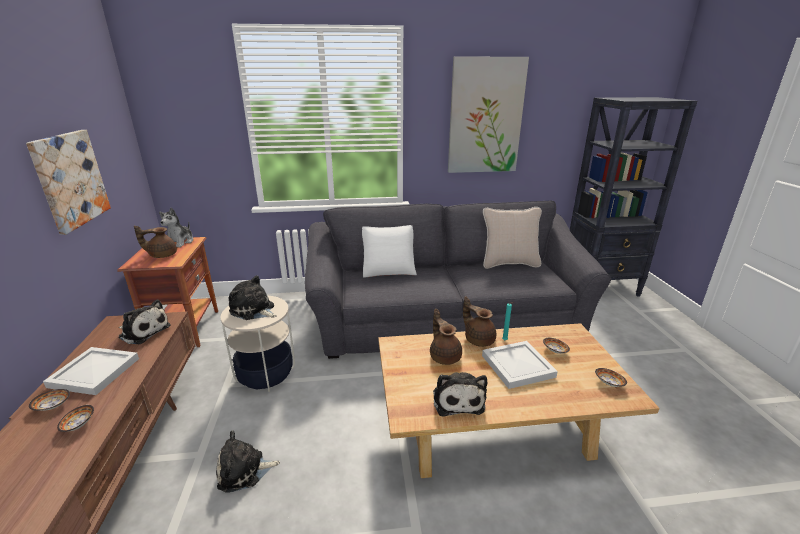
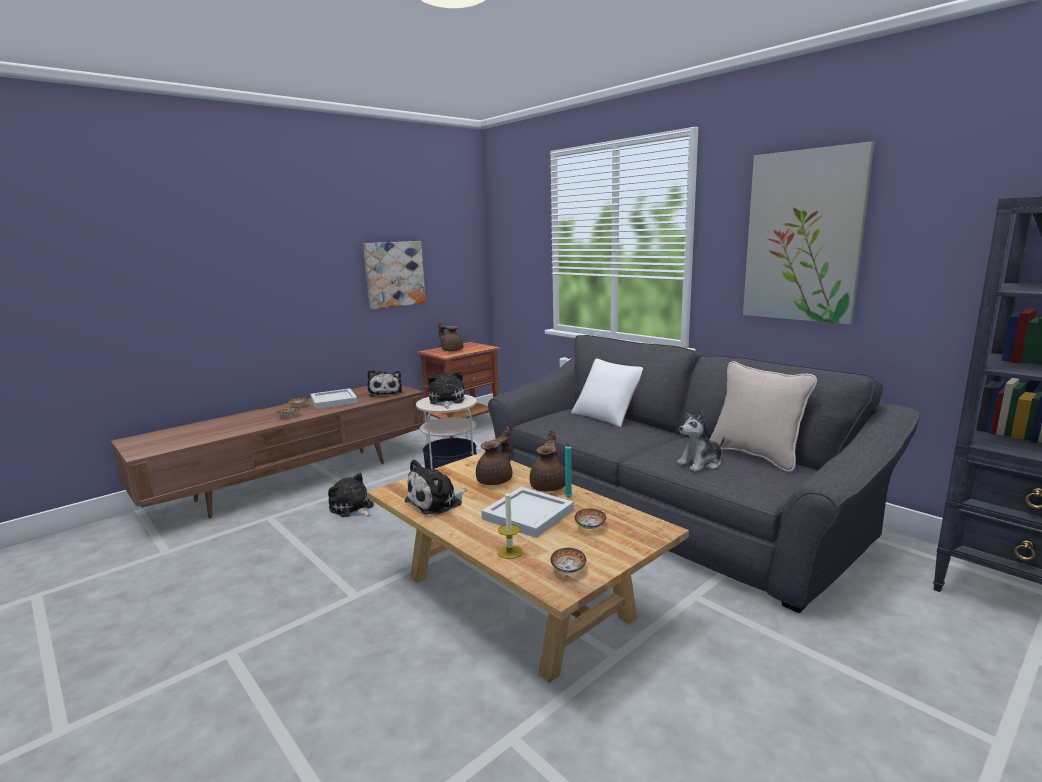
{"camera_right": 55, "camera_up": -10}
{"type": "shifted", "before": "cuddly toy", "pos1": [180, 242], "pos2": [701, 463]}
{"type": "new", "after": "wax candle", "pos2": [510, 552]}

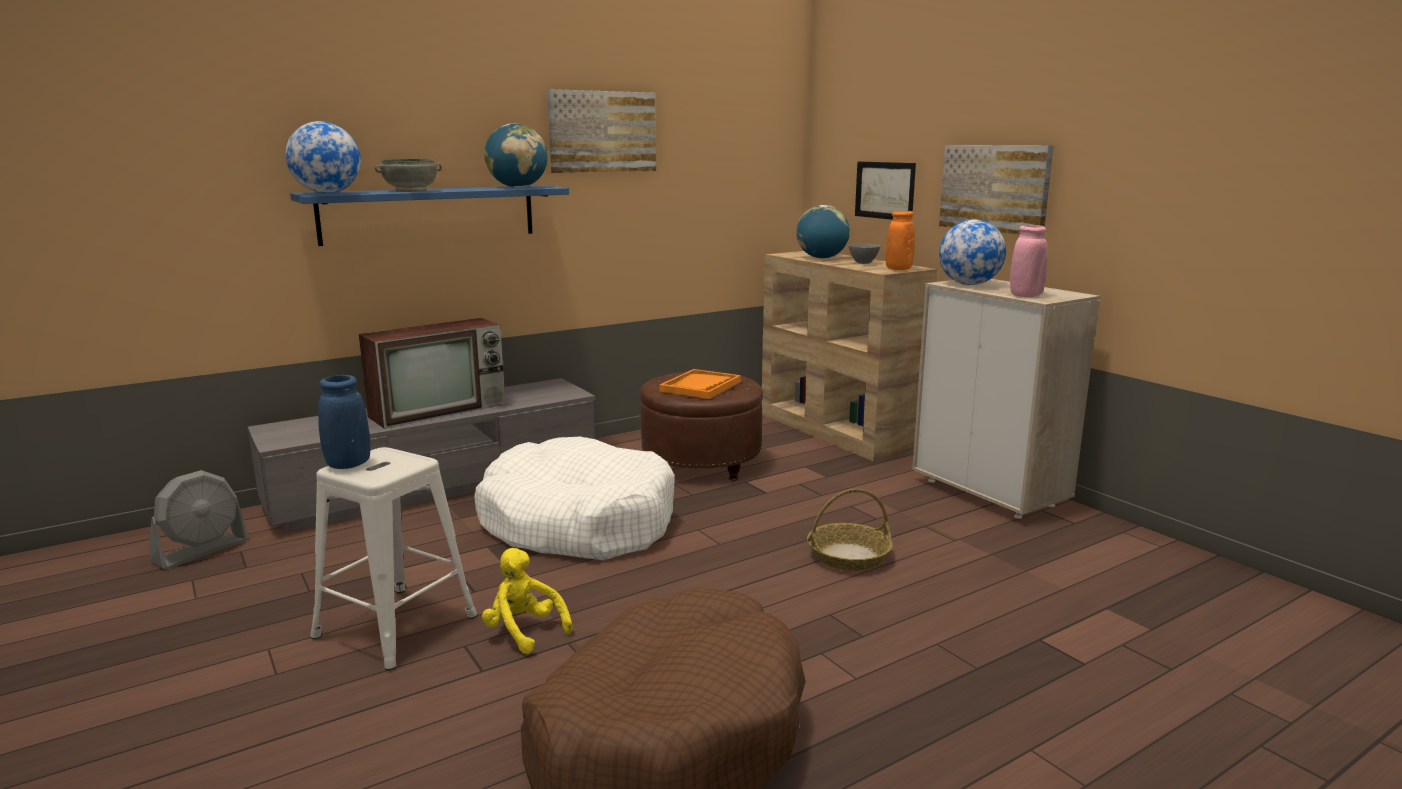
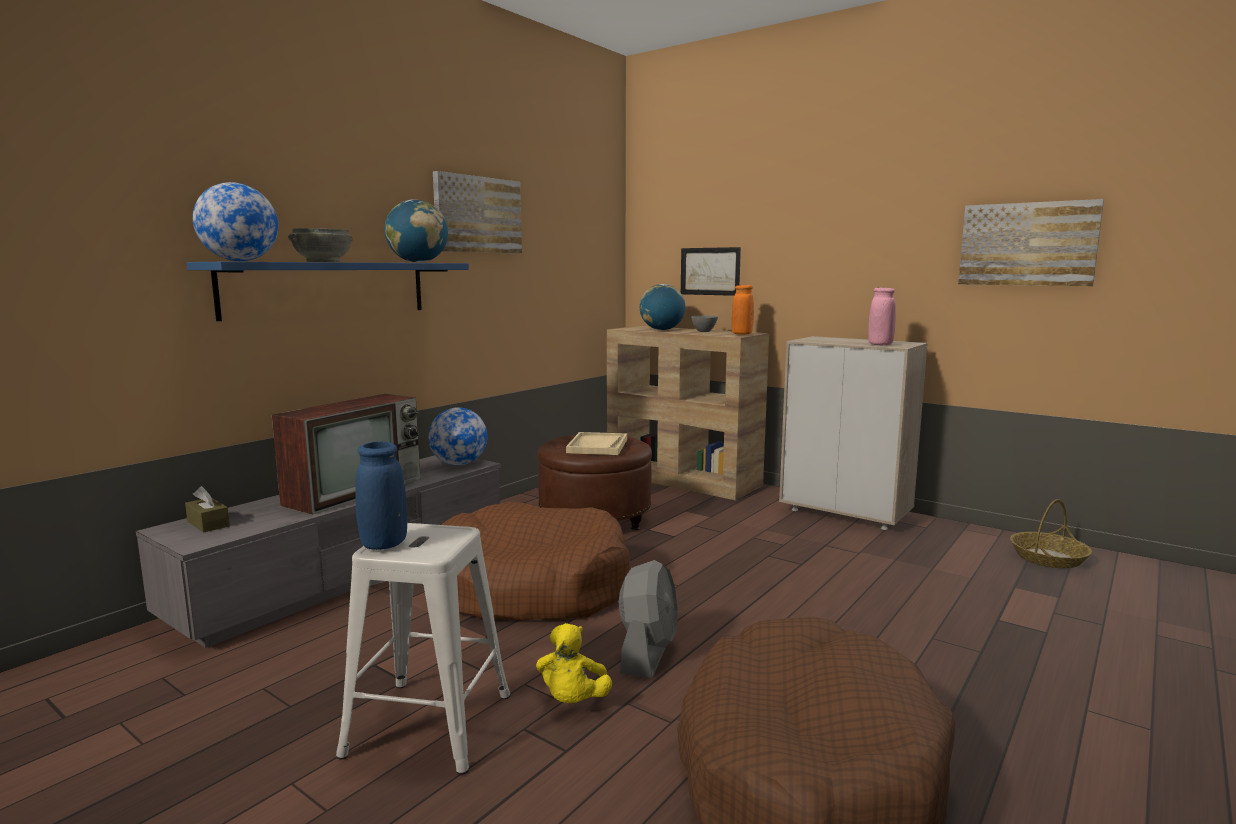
{"camera_right": -20, "camera_up": -5}
{"type": "shifted", "before": "wall art", "pos1": [995, 188], "pos2": [1027, 244]}
{"type": "shifted", "before": "globe", "pos1": [969, 284], "pos2": [459, 464]}
{"type": "repainted", "before": "orange carrying tray", "after": "sand-coloured carrying tray", "pos1": [701, 386], "pos2": [598, 446]}
{"type": "repainted", "before": "white pet bed", "after": "brownish pet bed", "pos1": [578, 523], "pos2": [529, 587]}
{"type": "shifted", "before": "grey cooling fan", "pos1": [201, 551], "pos2": [647, 652]}
{"type": "shifted", "before": "storage basket", "pos1": [849, 556], "pos2": [1048, 558]}
{"type": "rotated", "before": "yellow-coloured cuddly toy", "pos1": [524, 632], "pos2": [573, 701], "turn": -105}
{"type": "new", "after": "brownish tissue holder", "pos2": [208, 524]}

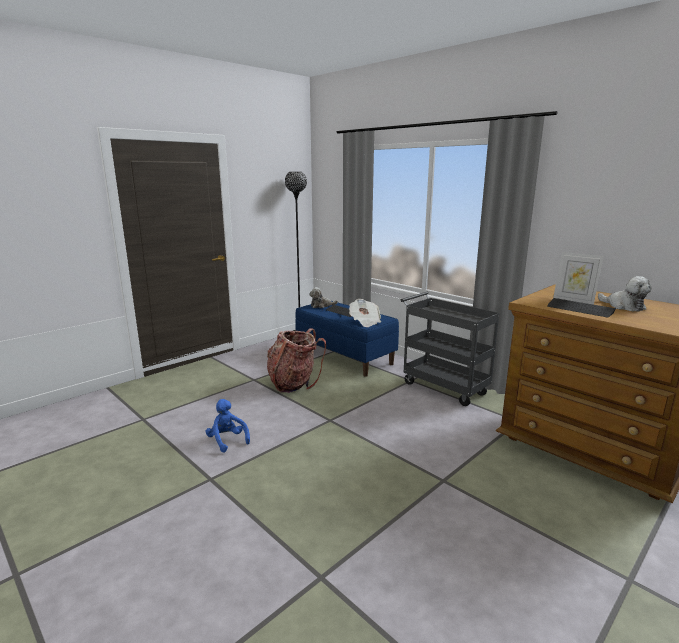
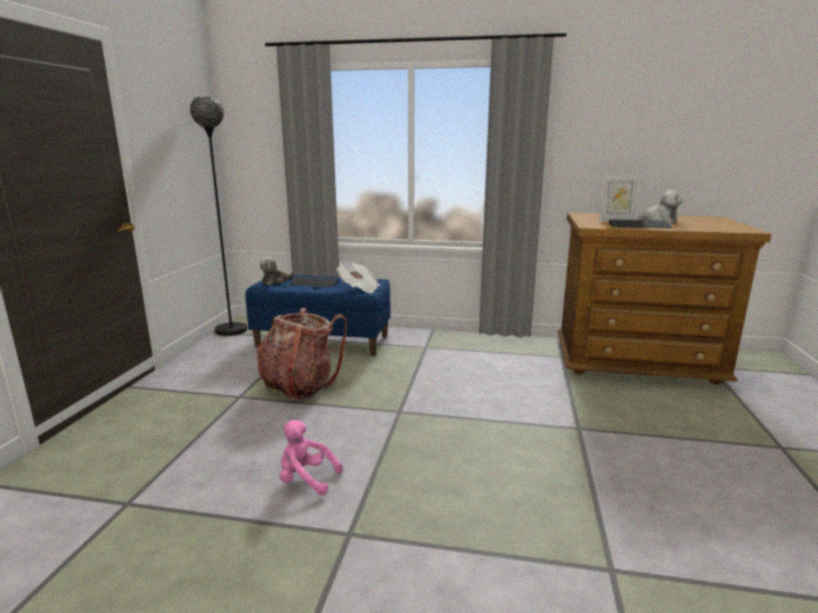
{"camera_right": -35, "camera_up": 0}
{"type": "gone", "before": "grey cart", "pos1": [442, 388]}
{"type": "repainted", "before": "blue cuddly toy", "after": "pinkish cuddly toy", "pos1": [227, 440], "pos2": [306, 480]}

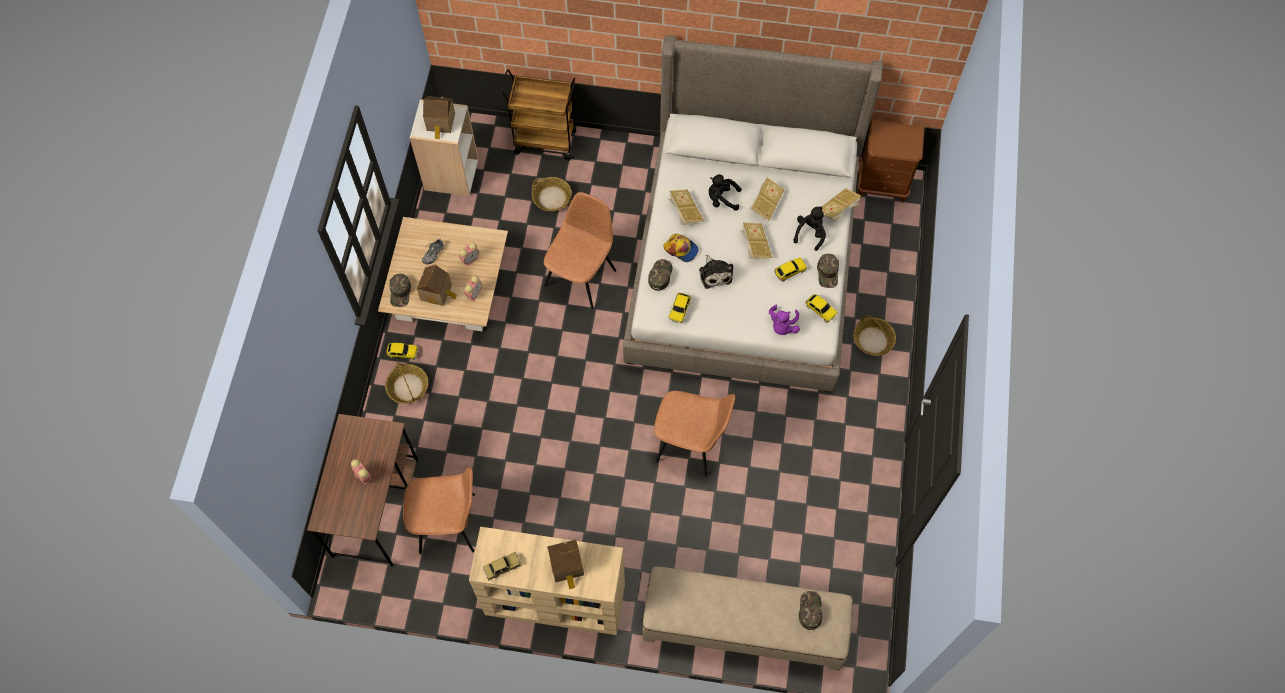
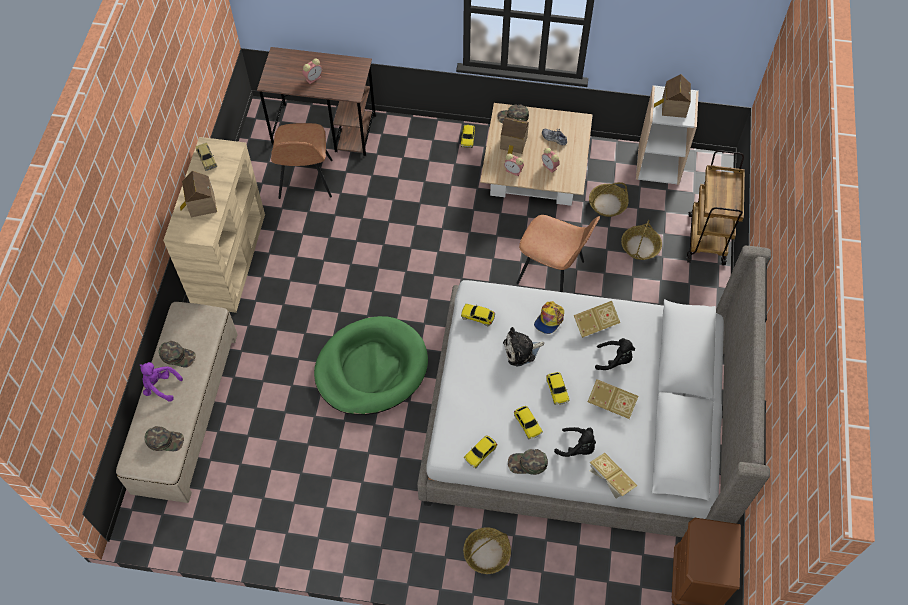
{"camera_right": 90, "camera_up": -5}
{"type": "rotated", "before": "black-coloured cuddly toy", "pos1": [722, 199], "pos2": [614, 360], "turn": 90}
{"type": "swapped", "before": "bound book", "after": "miniature car", "pos1": [755, 246], "pos2": [557, 390]}
{"type": "shifted", "before": "greenish cap", "pos1": [660, 275], "pos2": [178, 356]}
{"type": "shifted", "before": "purple cuddly toy", "pos1": [782, 326], "pos2": [160, 386]}
{"type": "shifted", "before": "storage basket", "pos1": [407, 387], "pos2": [607, 204]}
{"type": "swapped", "before": "brownish chair", "after": "greenish pet bed", "pos1": [691, 443], "pos2": [371, 368]}

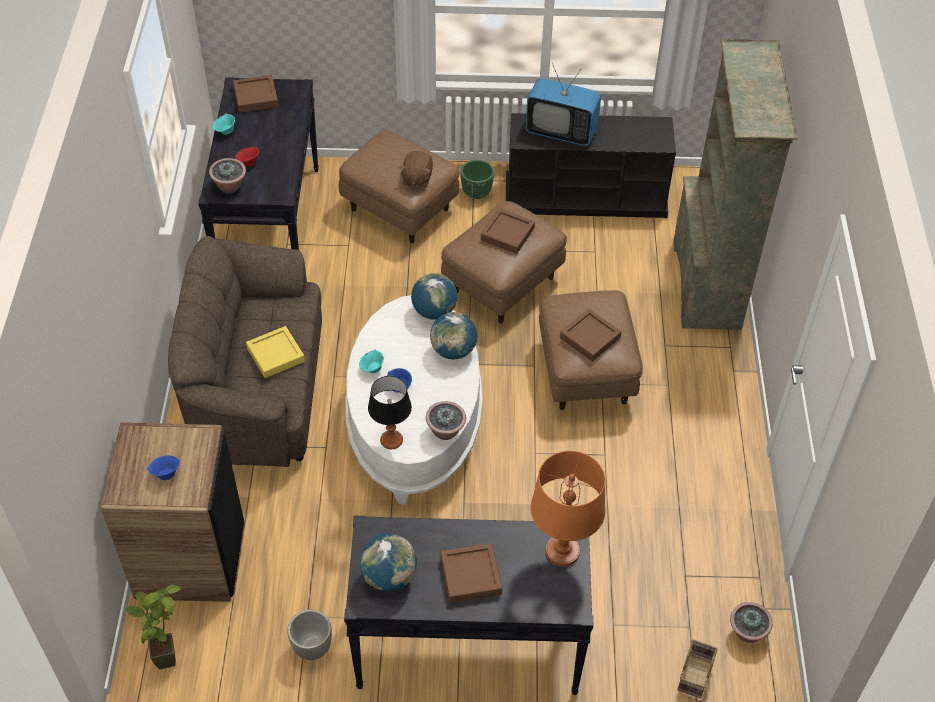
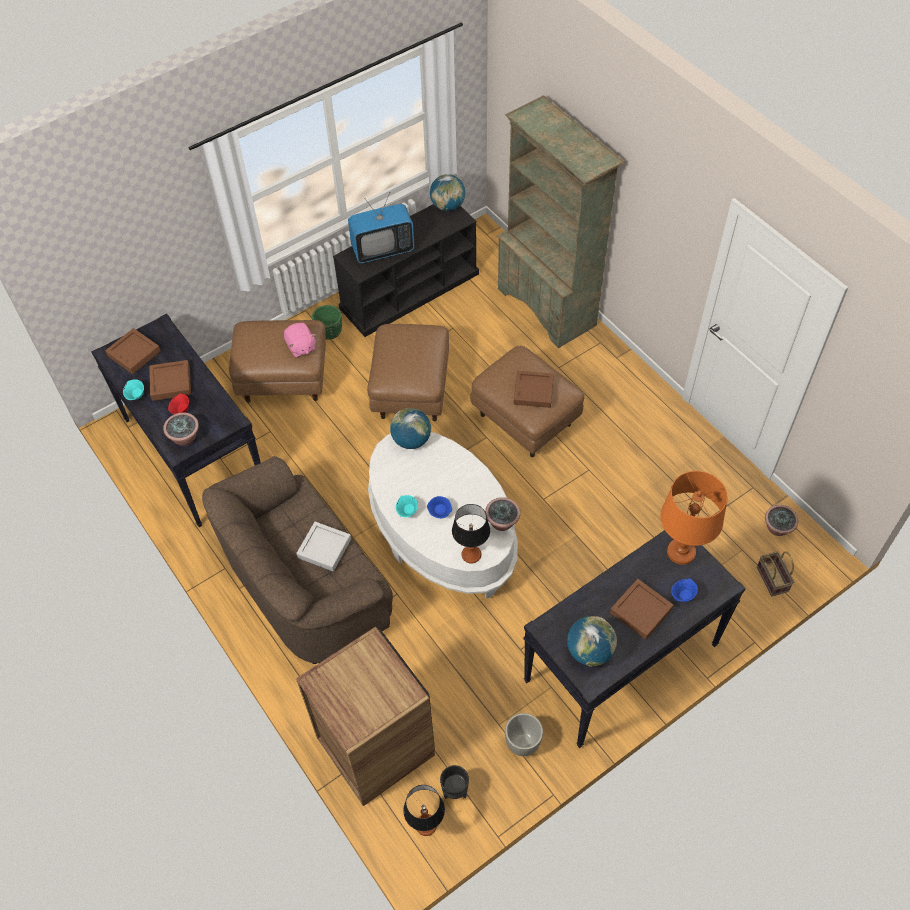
{"camera_right": -35, "camera_up": 5}
{"type": "repainted", "before": "brownish cuddly toy", "after": "pinkish cuddly toy", "pos1": [416, 178], "pos2": [301, 347]}
{"type": "shifted", "before": "brownish carrying tray", "pos1": [507, 234], "pos2": [171, 383]}
{"type": "shifted", "before": "globe", "pos1": [453, 351], "pos2": [448, 206]}
{"type": "repainted", "before": "yellow-coloured carrying tray", "after": "grey carrying tray", "pos1": [275, 355], "pos2": [324, 548]}
{"type": "shifted", "before": "blue deep dish", "pos1": [165, 474], "pos2": [683, 596]}
{"type": "swapped", "before": "houseplant", "after": "tabletop lamp", "pos1": [168, 652], "pos2": [426, 825]}
{"type": "new", "after": "black-coloured flower pot", "pos2": [454, 791]}

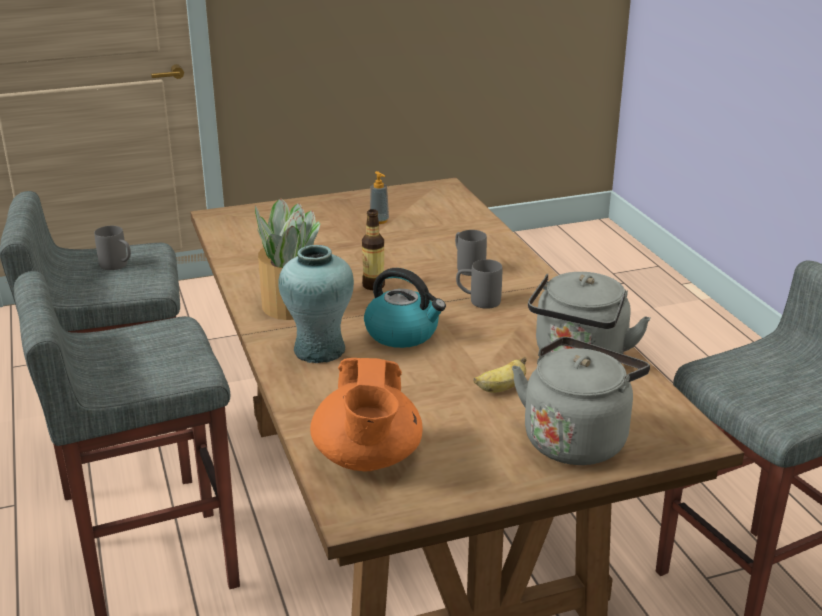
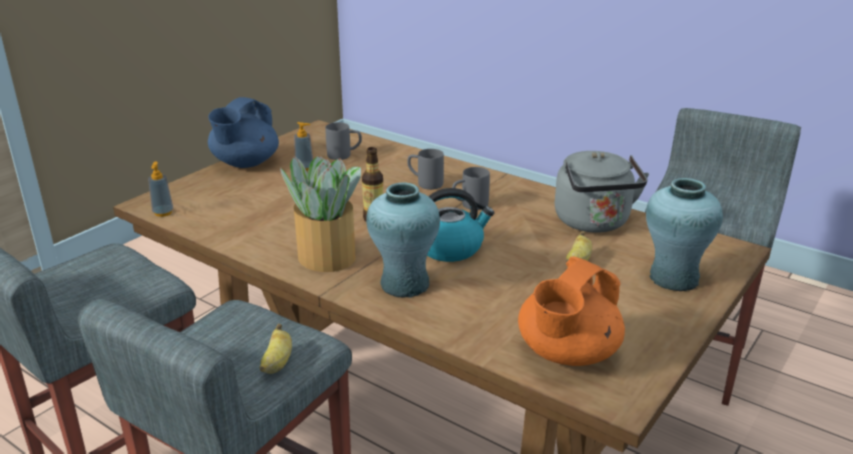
{"camera_right": -35, "camera_up": 0}
{"type": "shifted", "before": "grey coffee mug", "pos1": [118, 266], "pos2": [344, 155]}
{"type": "swapped", "before": "grey water kettle", "after": "turquoise vase", "pos1": [577, 438], "pos2": [673, 278]}
{"type": "rotated", "before": "orange teapot", "pos1": [367, 459], "pos2": [566, 354], "turn": 75}
{"type": "new", "after": "blue teapot", "pos2": [245, 163]}
{"type": "new", "after": "soap dispenser", "pos2": [163, 213]}
{"type": "new", "after": "whole banana", "pos2": [277, 364]}

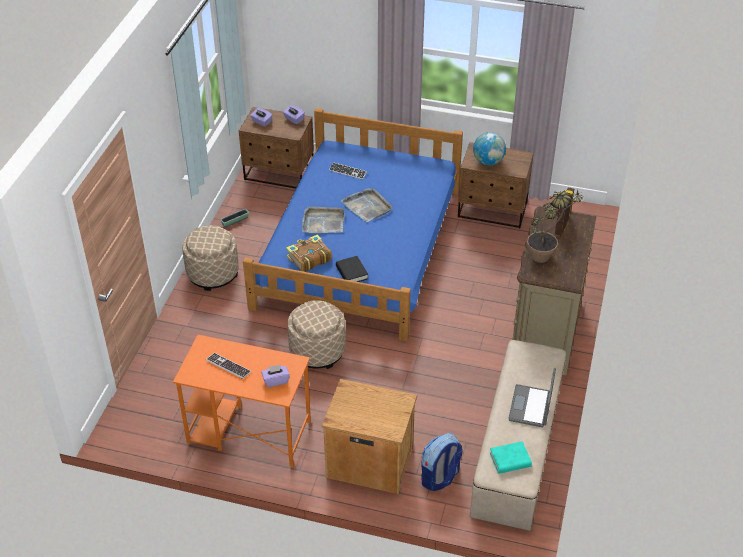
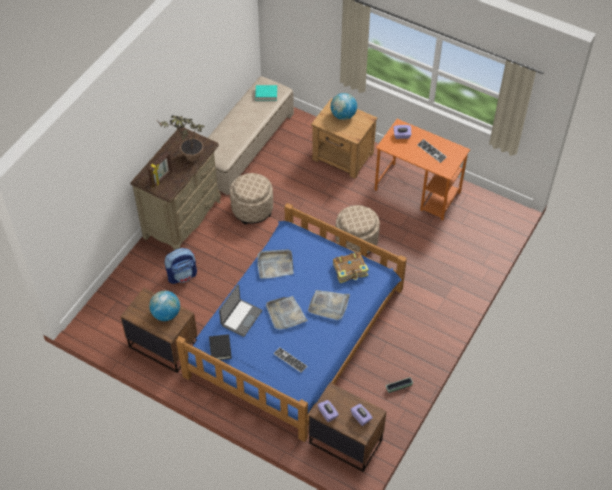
{"camera_right": -165, "camera_up": 10}
{"type": "shifted", "before": "sand-coloured pouffe", "pos1": [212, 273], "pos2": [252, 209]}
{"type": "shifted", "before": "black-coloured bound book", "pos1": [351, 273], "pos2": [220, 349]}
{"type": "shifted", "before": "notebook computer", "pos1": [531, 407], "pos2": [241, 318]}
{"type": "shifted", "before": "rucksack", "pos1": [440, 477], "pos2": [182, 275]}
{"type": "new", "after": "globe", "pos2": [343, 115]}
{"type": "new", "after": "grey carrying tray", "pos2": [275, 265]}

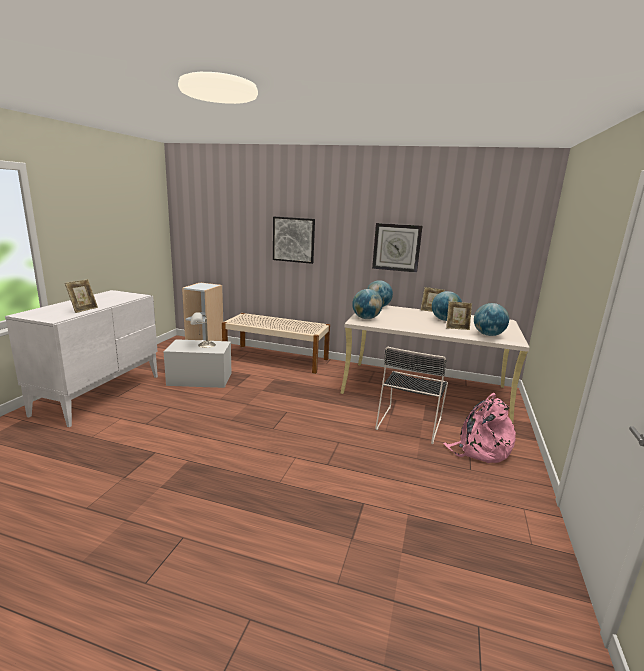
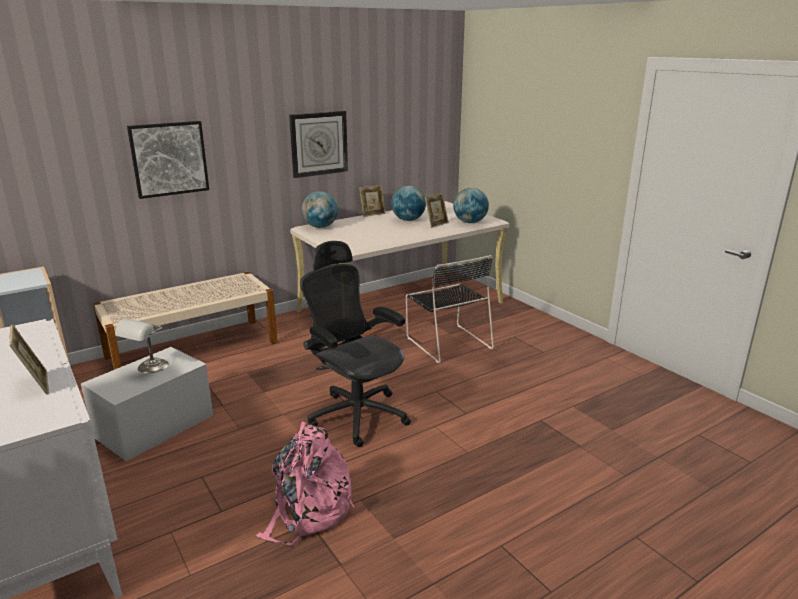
{"camera_right": -50, "camera_up": 5}
{"type": "gone", "before": "globe", "pos1": [366, 318]}
{"type": "shifted", "before": "pinkish rucksack", "pos1": [480, 449], "pos2": [308, 510]}
{"type": "new", "after": "desk chair", "pos2": [356, 414]}

